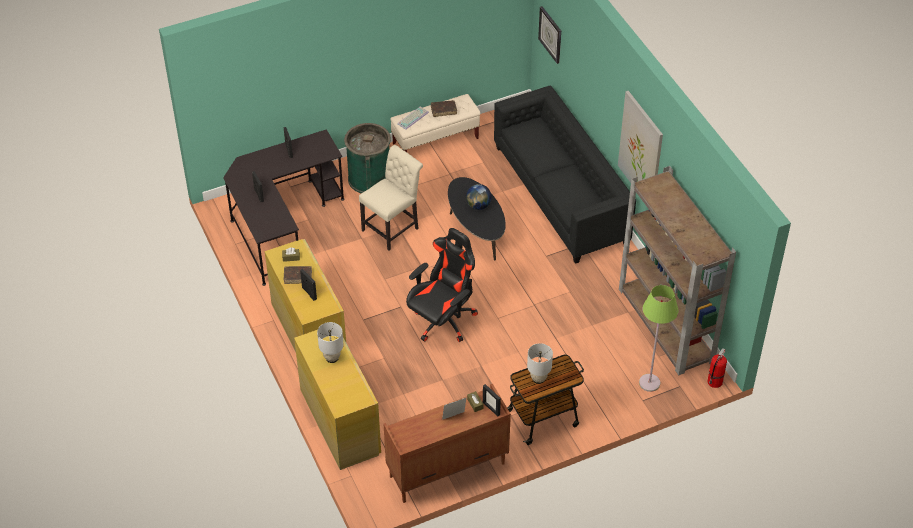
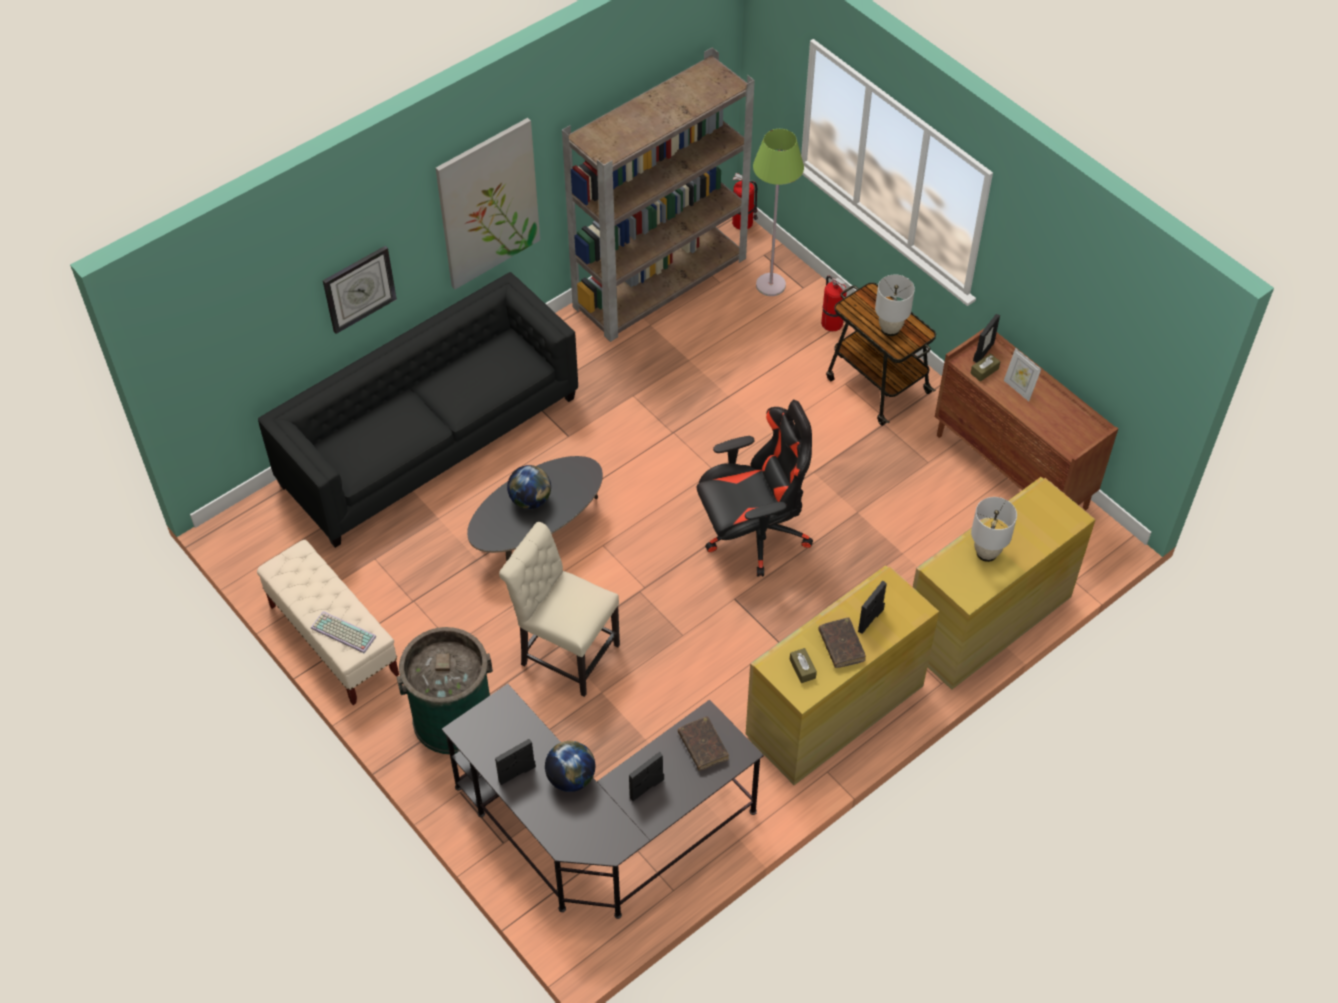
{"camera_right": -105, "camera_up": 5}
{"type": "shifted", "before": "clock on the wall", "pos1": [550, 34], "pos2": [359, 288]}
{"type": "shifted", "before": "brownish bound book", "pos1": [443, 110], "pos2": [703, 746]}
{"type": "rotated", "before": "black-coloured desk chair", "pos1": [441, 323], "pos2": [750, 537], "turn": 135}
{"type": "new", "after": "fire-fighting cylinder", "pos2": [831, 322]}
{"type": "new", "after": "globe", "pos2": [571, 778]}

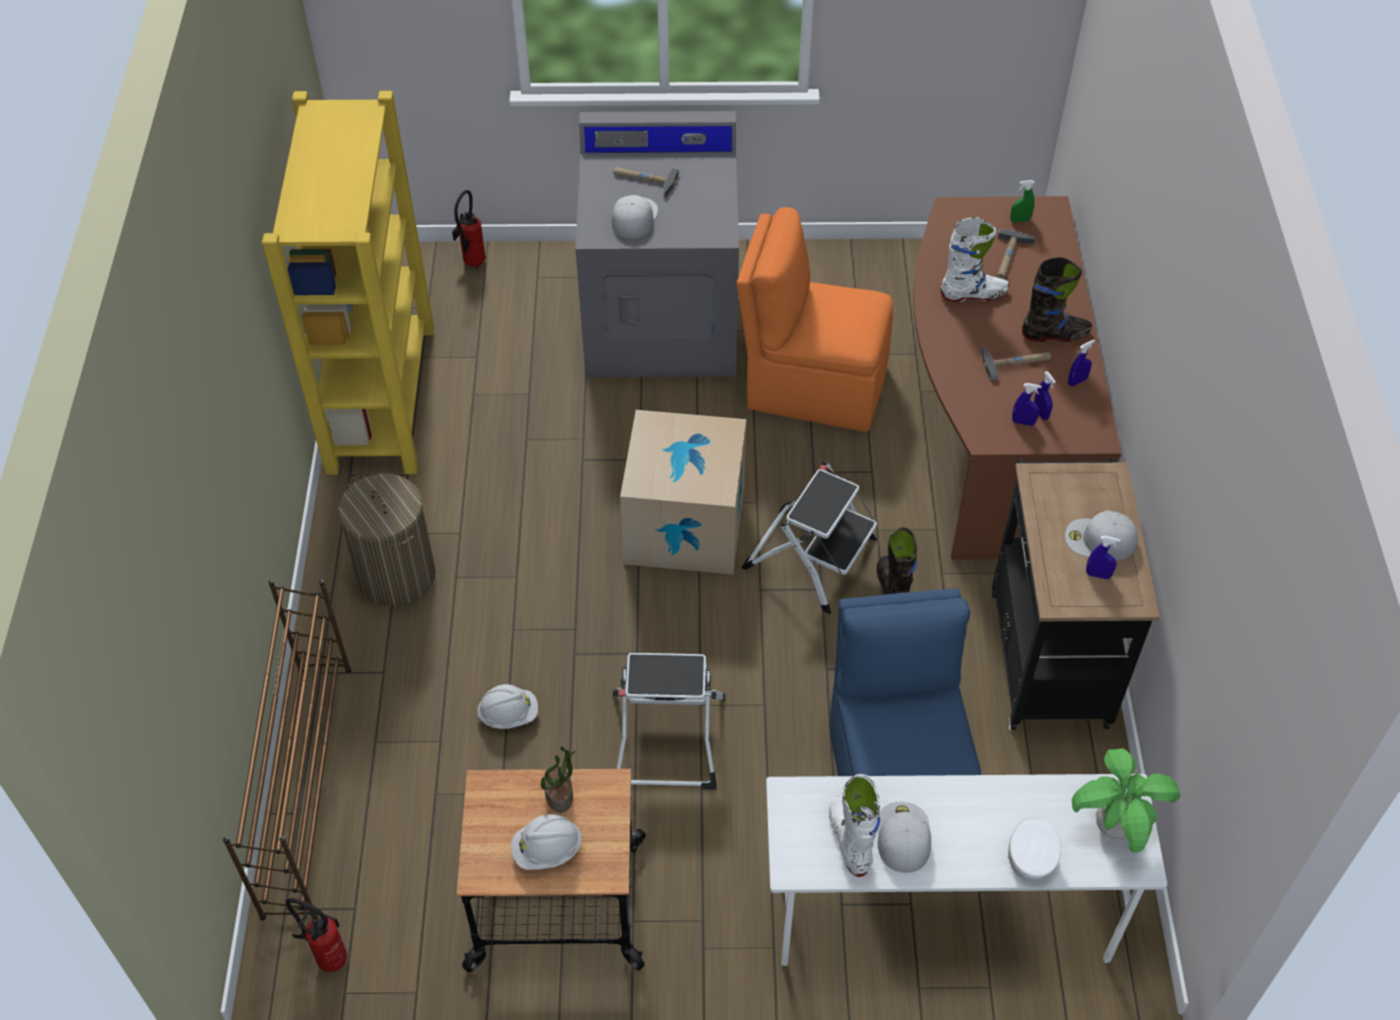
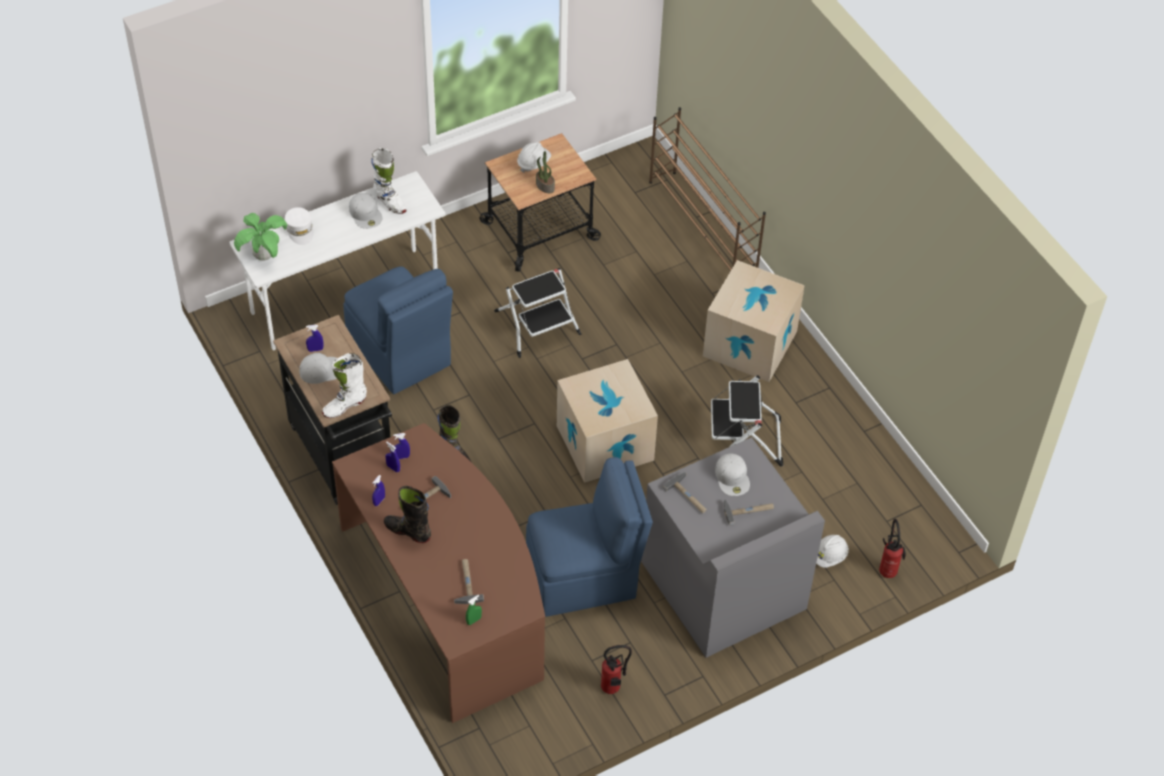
{"camera_right": 150, "camera_up": 0}
{"type": "gone", "before": "yellow-coloured shelving unit", "pos1": [381, 398]}
{"type": "repainted", "before": "orange chair", "after": "blue chair", "pos1": [812, 385], "pos2": [584, 577]}
{"type": "shifted", "before": "white boot", "pos1": [973, 294], "pos2": [344, 406]}
{"type": "rotated", "before": "black-coloured boot", "pos1": [1055, 334], "pos2": [408, 531], "turn": 60}
{"type": "shifted", "before": "step ladder", "pos1": [810, 556], "pos2": [745, 439]}
{"type": "swapped", "before": "washing basket", "after": "carton", "pos1": [396, 575], "pos2": [750, 344]}
{"type": "shifted", "before": "white hard hat", "pos1": [509, 715], "pos2": [829, 556]}
{"type": "shifted", "before": "fire-fighting cylinder", "pos1": [329, 956], "pos2": [613, 688]}
{"type": "new", "after": "hand hammer", "pos2": [689, 496]}

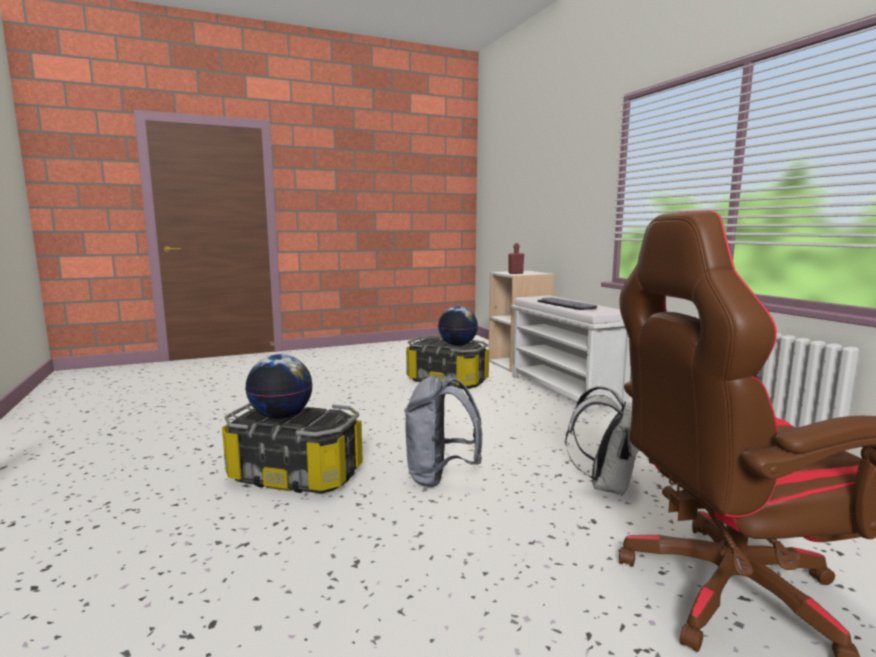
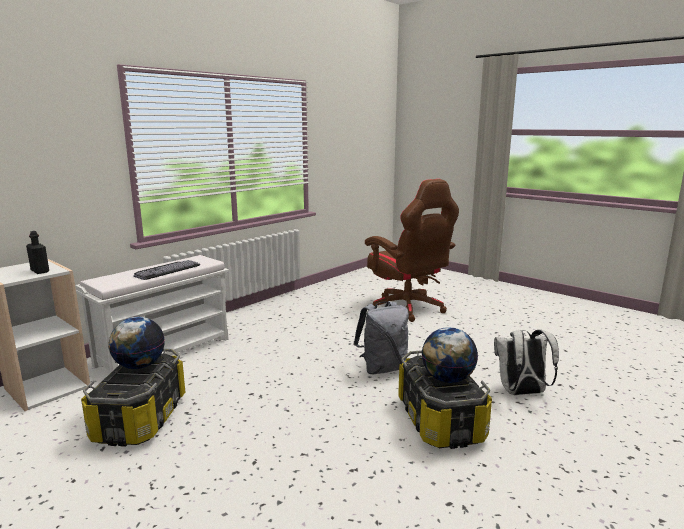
{"camera_right": -115, "camera_up": 5}
{"type": "repainted", "before": "reddish bottle", "after": "black-coloured bottle", "pos1": [515, 273], "pos2": [40, 271]}
{"type": "shifted", "before": "white rucksack", "pos1": [606, 485], "pos2": [521, 393]}

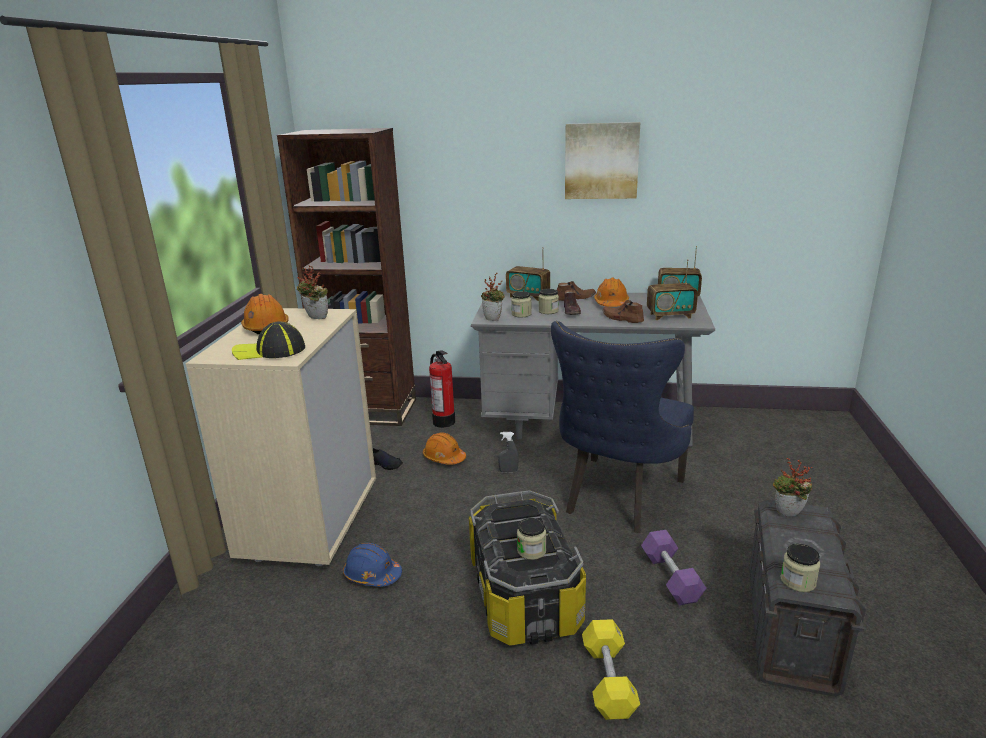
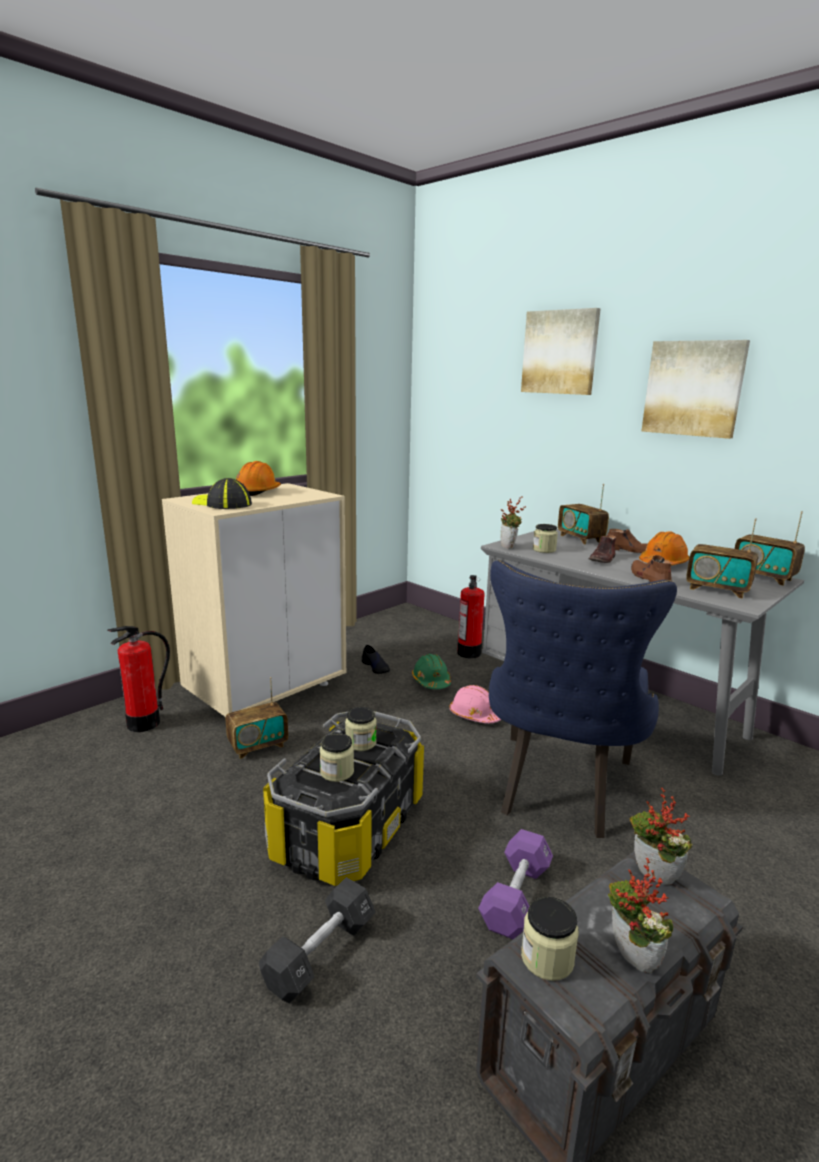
{"camera_right": 35, "camera_up": -5}
{"type": "gone", "before": "brownish shelving unit", "pos1": [369, 411]}
{"type": "shifted", "before": "houseplant", "pos1": [315, 318], "pos2": [629, 960]}
{"type": "shifted", "before": "storage jar", "pos1": [548, 311], "pos2": [360, 743]}
{"type": "rotated", "before": "blue chair", "pos1": [618, 496], "pos2": [559, 787], "turn": -45}
{"type": "repainted", "before": "orange hard hat", "after": "greenish hard hat", "pos1": [444, 458], "pos2": [431, 681]}
{"type": "swapped", "before": "grey spray bottle", "after": "pinkish hard hat", "pos1": [508, 471], "pos2": [474, 715]}
{"type": "swapped", "before": "blue hard hat", "after": "radio set", "pos1": [372, 575], "pos2": [258, 746]}
{"type": "repainted", "before": "yellow-coloured hand weight", "after": "black-coloured hand weight", "pos1": [608, 680], "pos2": [320, 953]}
{"type": "new", "after": "wall art", "pos2": [560, 352]}
{"type": "new", "after": "fire-fighting cylinder", "pos2": [144, 723]}

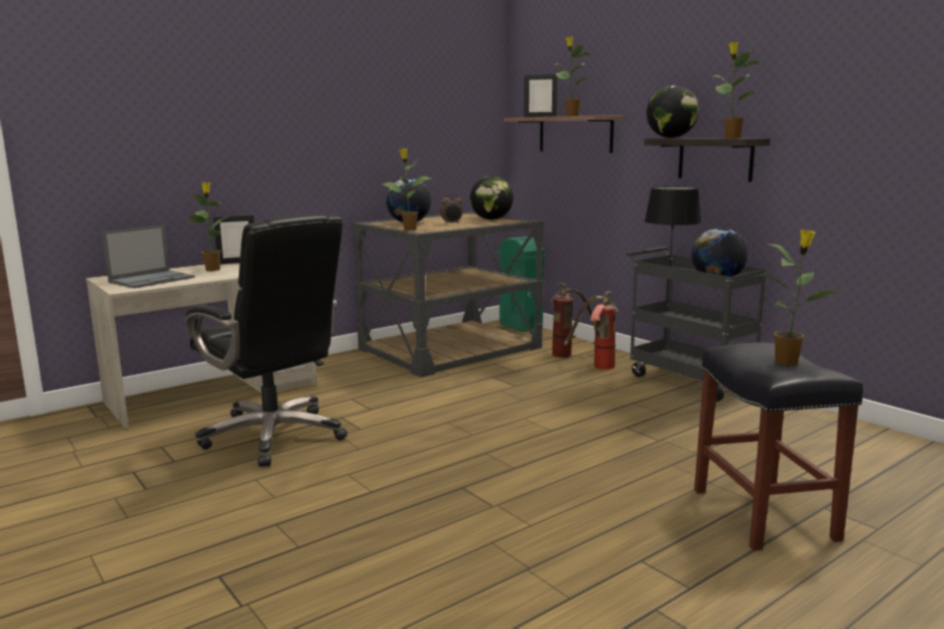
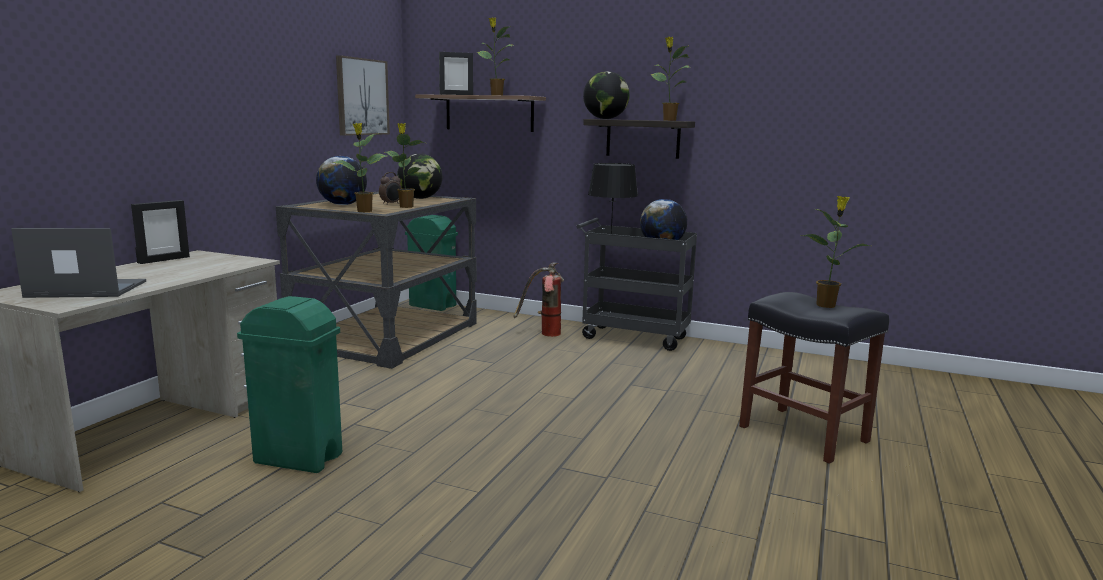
{"camera_right": -30, "camera_up": 0}
{"type": "shifted", "before": "houseplant", "pos1": [213, 269], "pos2": [405, 206]}
{"type": "swapped", "before": "black-coloured desk chair", "after": "greenish rubbish bin", "pos1": [274, 436], "pos2": [299, 459]}
{"type": "rotated", "before": "notebook computer", "pos1": [152, 279], "pos2": [85, 289], "turn": -105}
{"type": "gone", "before": "fire-fighting cylinder", "pos1": [569, 353]}
{"type": "new", "after": "wall art", "pos2": [362, 97]}

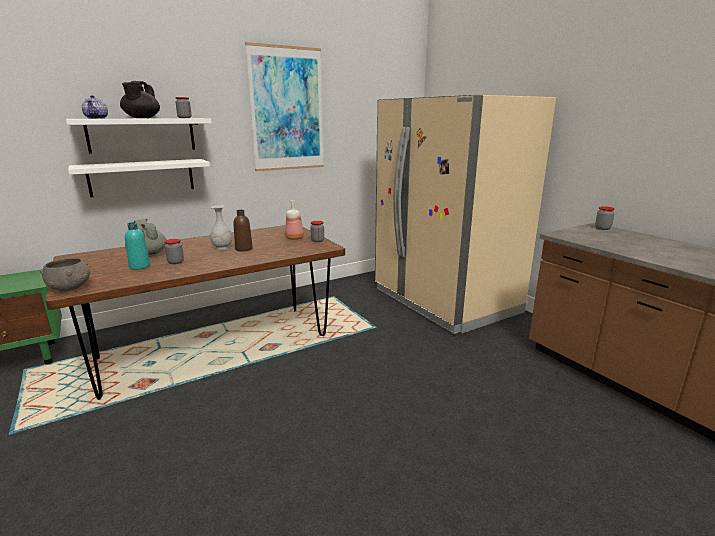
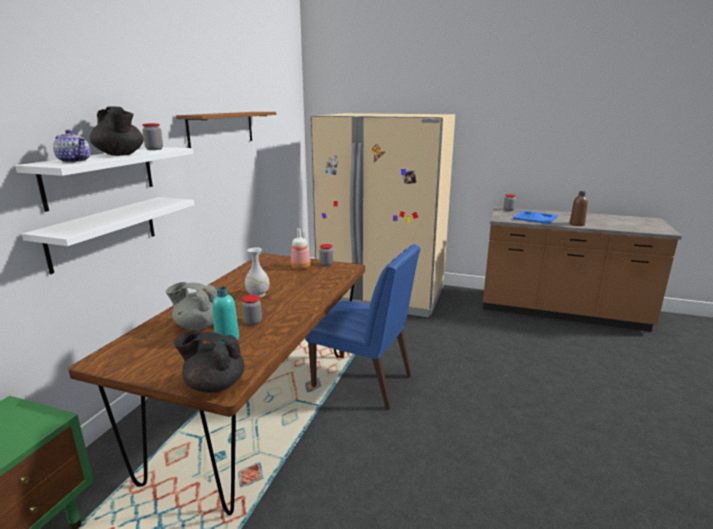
{"camera_right": -40, "camera_up": 0}
{"type": "swapped", "before": "wall art", "after": "brownish bracket shelf", "pos1": [287, 110], "pos2": [221, 129]}
{"type": "shifted", "before": "brownish bottle", "pos1": [244, 249], "pos2": [576, 224]}
{"type": "swapped", "before": "grey deep dish", "after": "black-coloured teapot", "pos1": [70, 287], "pos2": [214, 385]}
{"type": "new", "after": "blue carrying tray", "pos2": [535, 217]}
{"type": "new", "after": "blue chair", "pos2": [362, 381]}

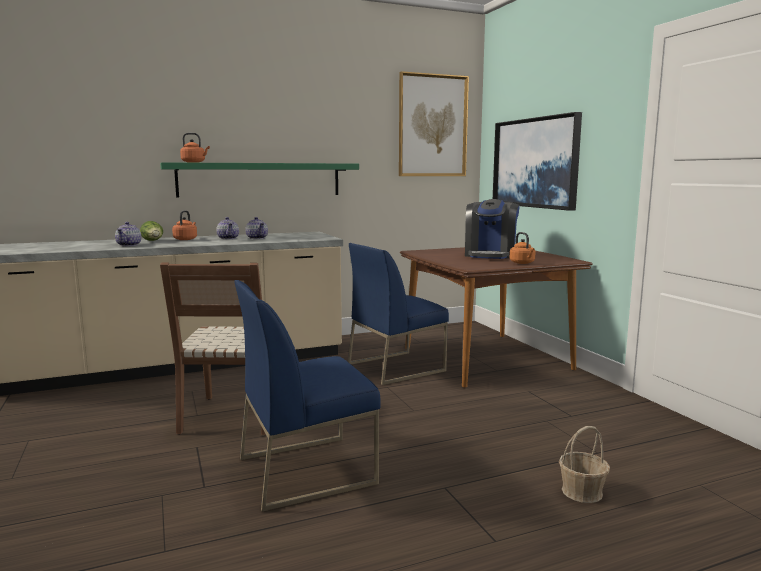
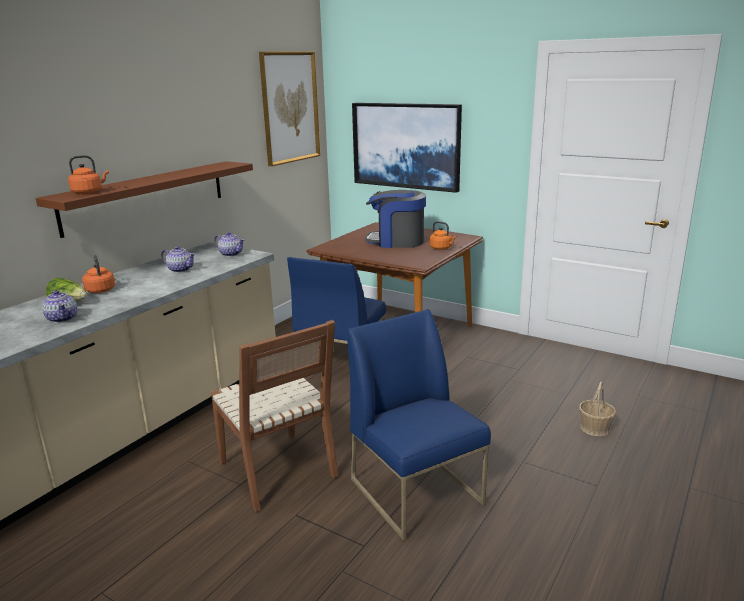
{"camera_right": -35, "camera_up": 10}
{"type": "repainted", "before": "greenish bracket shelf", "after": "brownish bracket shelf", "pos1": [260, 179], "pos2": [147, 196]}
{"type": "rotated", "before": "coffee brewer", "pos1": [490, 255], "pos2": [396, 241], "turn": 120}
{"type": "shifted", "before": "teapot", "pos1": [228, 238], "pos2": [230, 254]}
{"type": "rotated", "before": "blue chair", "pos1": [307, 470], "pos2": [417, 492], "turn": 120}

